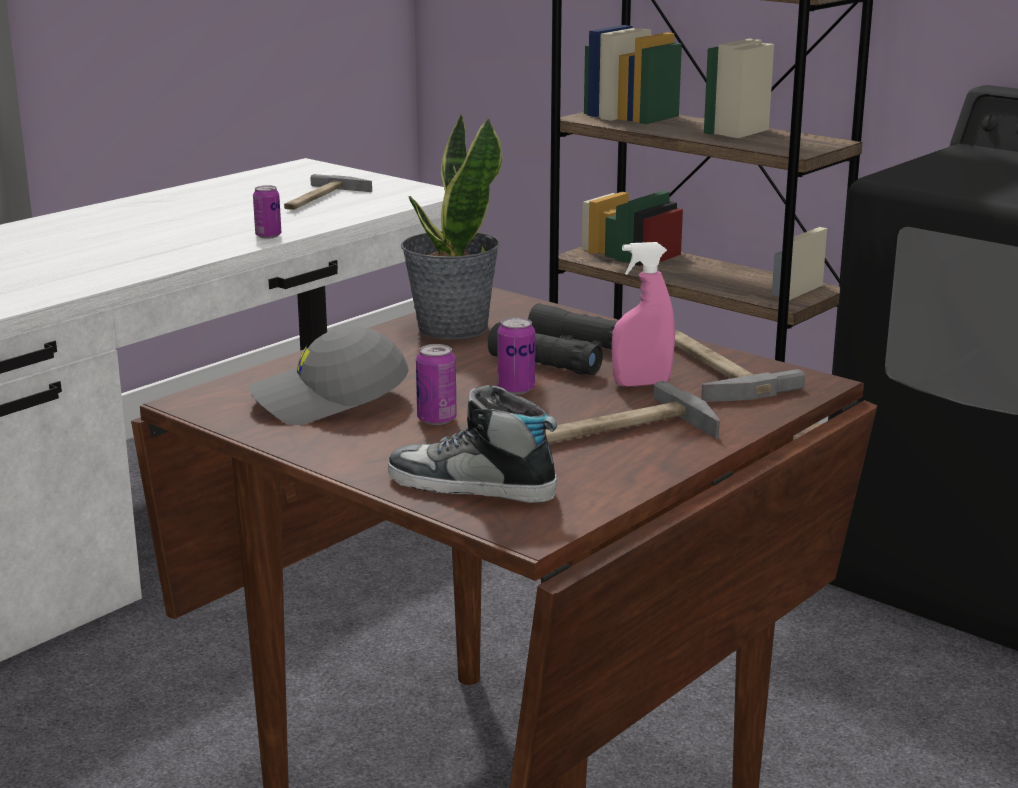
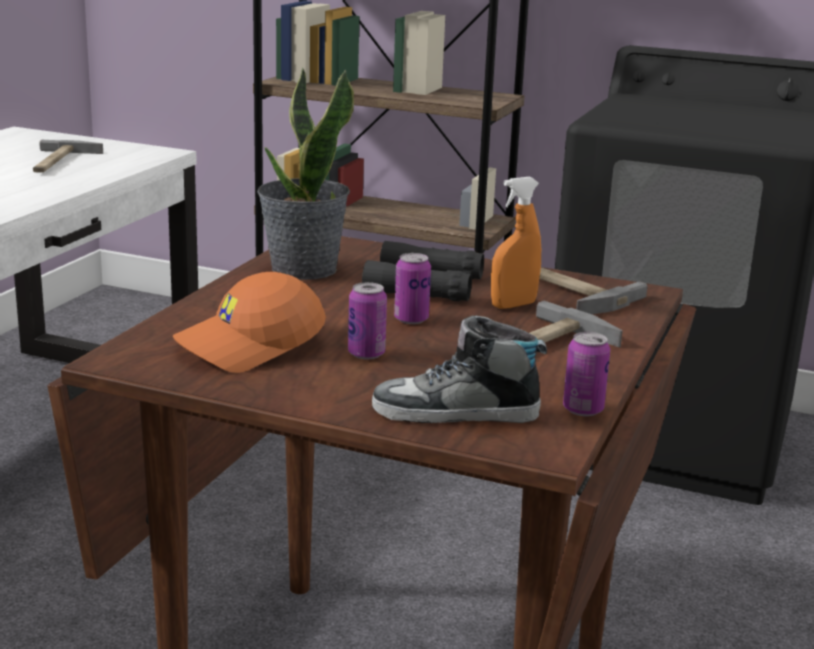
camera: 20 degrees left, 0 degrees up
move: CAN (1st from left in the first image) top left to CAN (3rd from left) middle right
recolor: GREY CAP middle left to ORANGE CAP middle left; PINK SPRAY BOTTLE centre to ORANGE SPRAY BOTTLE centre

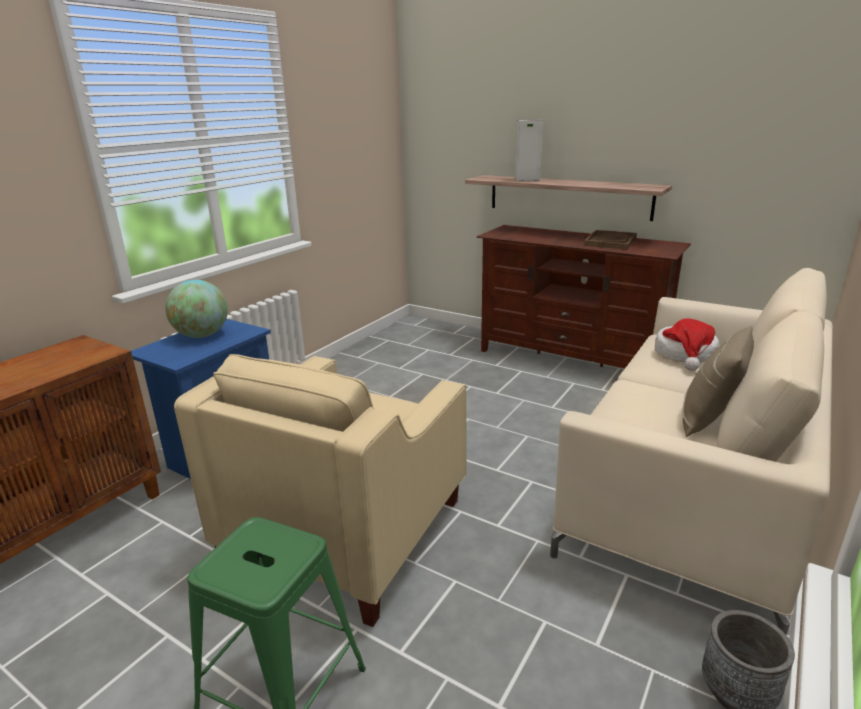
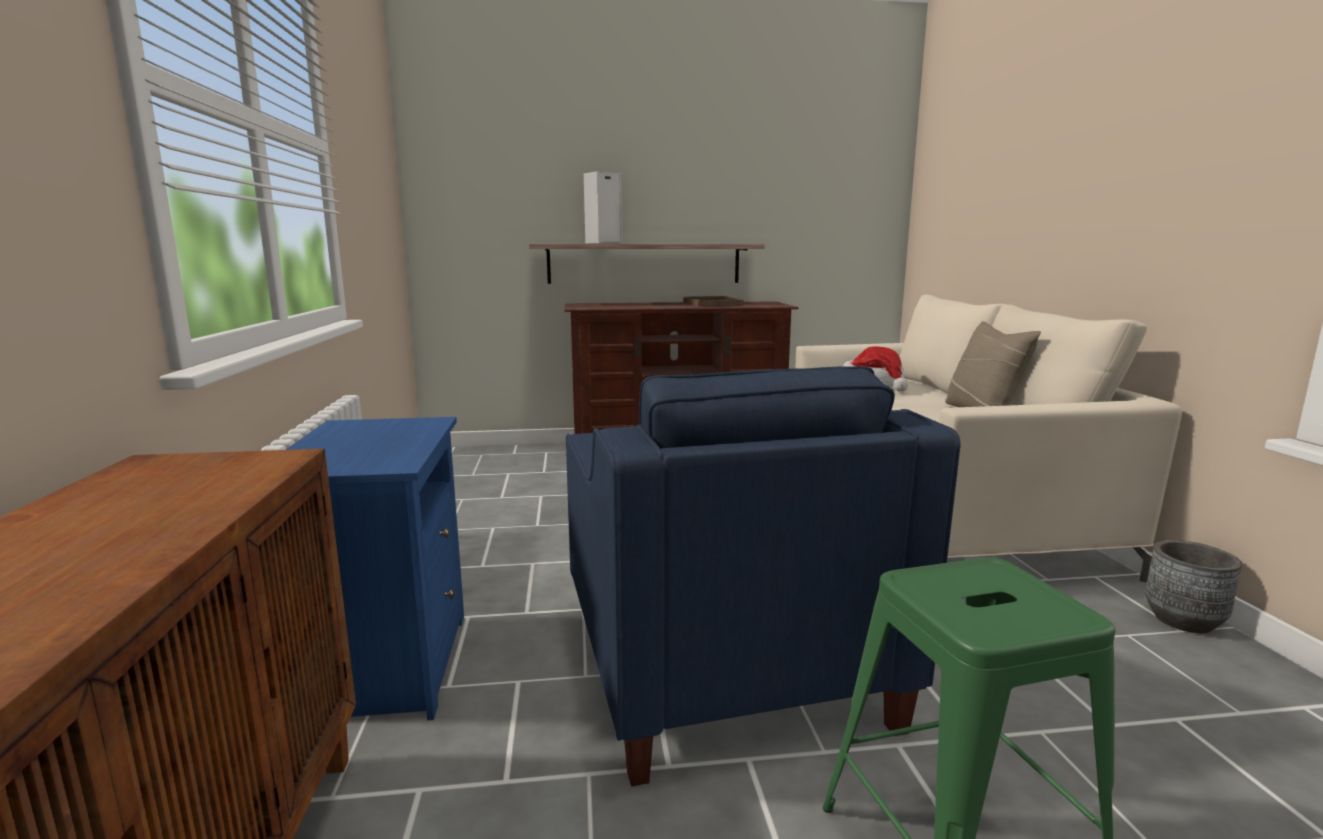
camera: 40 degrees left, 10 degrees down
delete: GLOBE middle left
recolor: BEIGE ARMCHAIR bottom centre to BLUE ARMCHAIR bottom centre

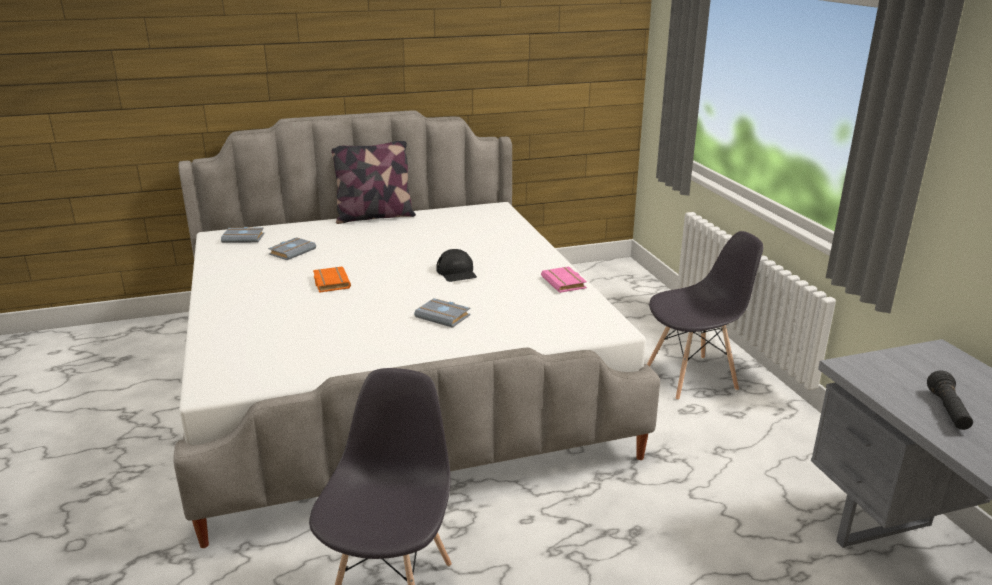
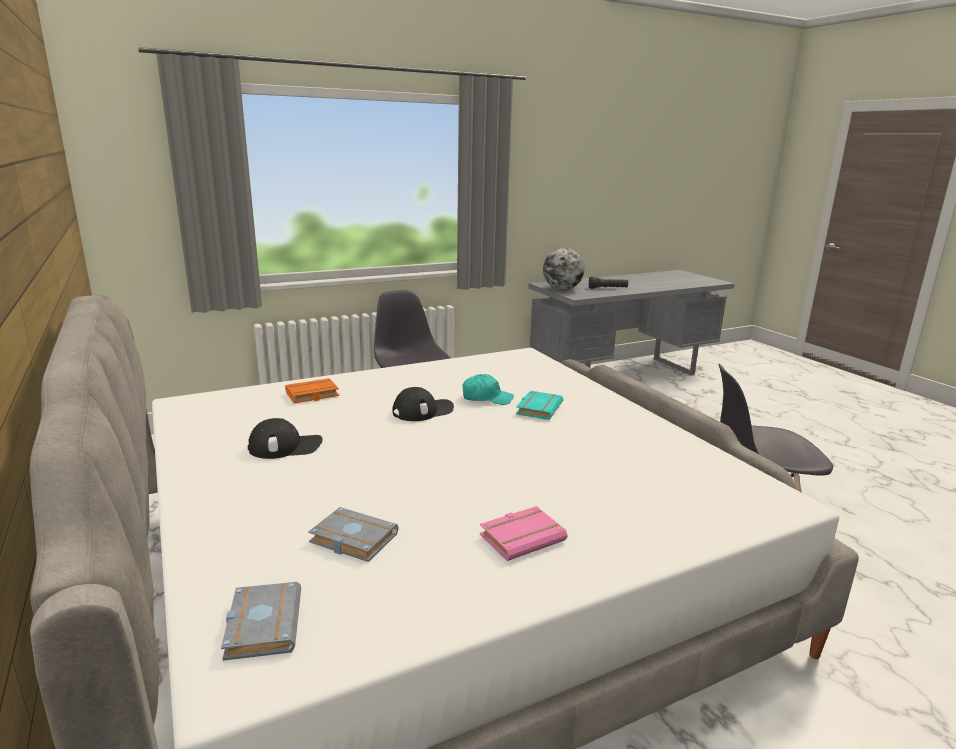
camera: 100 degrees left, 5 degrees down
delete: PILLOW top centre
insert: BLACK CAP (1st from left) middle left; TURQUOISE CAP centre; GLOBE centre
move: ORANGE BOOK centre to middle left; PINK BOOK centre to bottom centre
recolor: GREY BOOK (3rd from left) centre to TURQUOISE BOOK centre

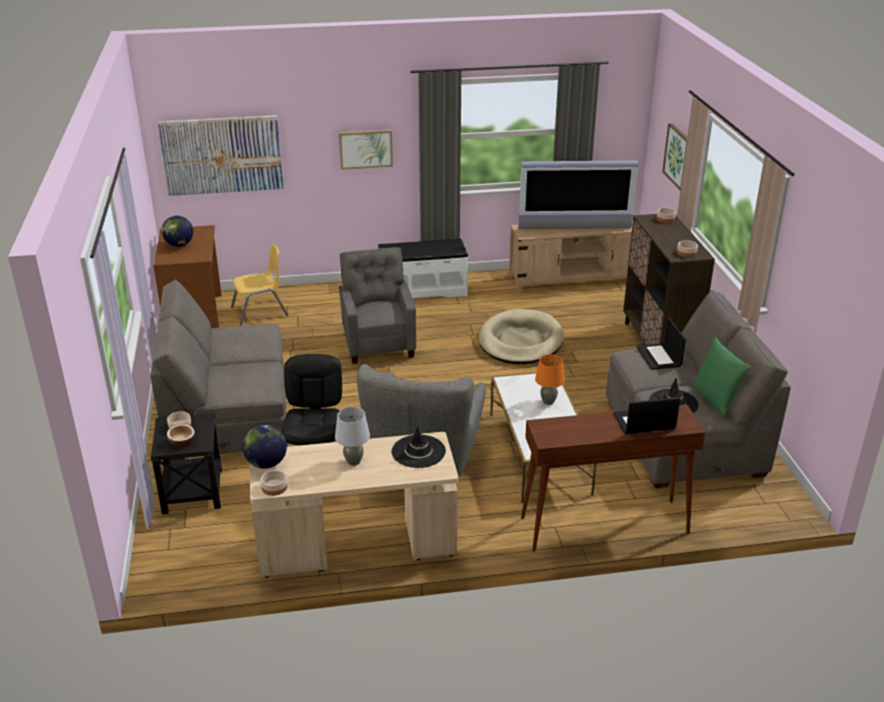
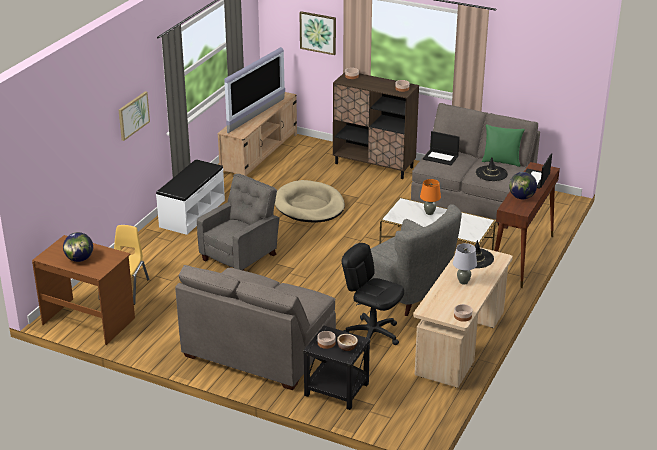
camera: 55 degrees left, 0 degrees up
delete: PICTURE (1st from left) top left
move: GLOBE (2nd from left) middle left to middle right
rotate: GREY ARMCHAIR (1st from left) centre = centre 105 degrees clockwise

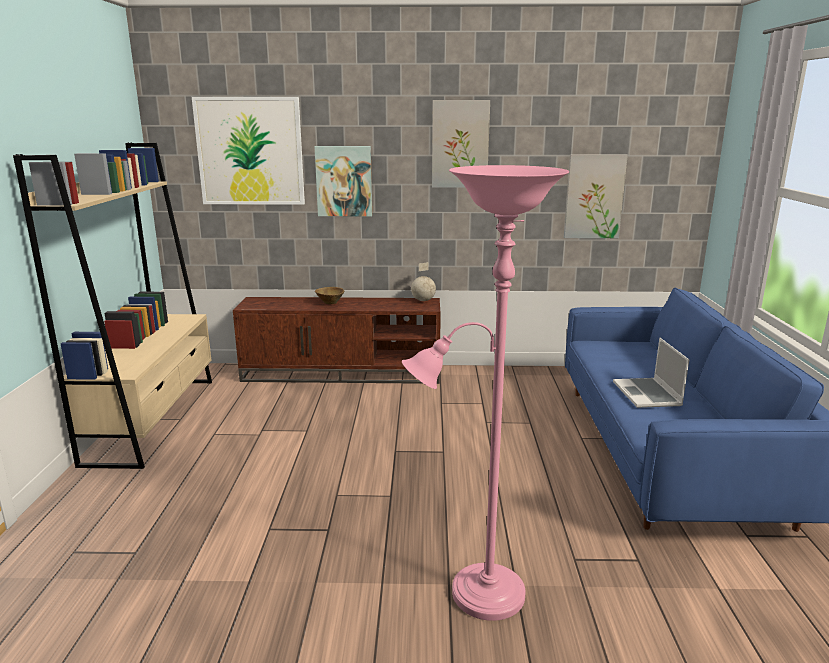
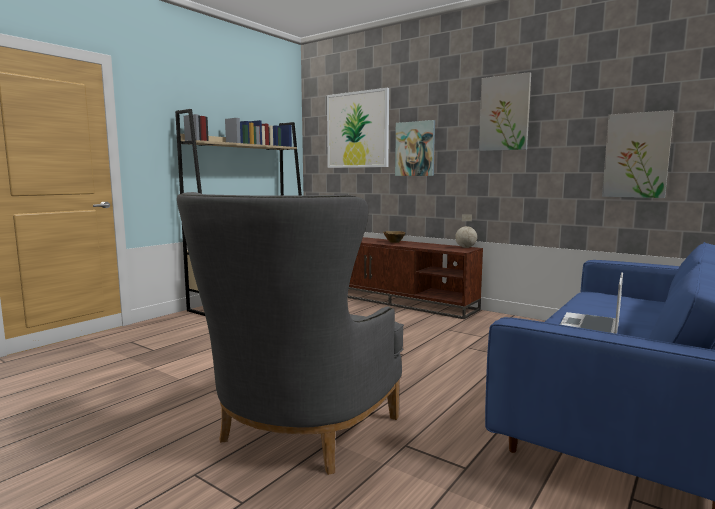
camera: 35 degrees right, 10 degrees down
replace: PINK FLOOR LAMP centre to GREY ARMCHAIR centre

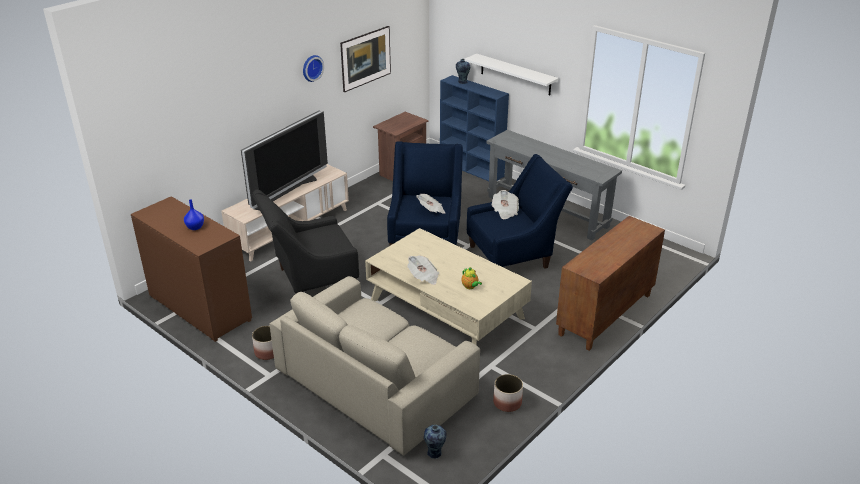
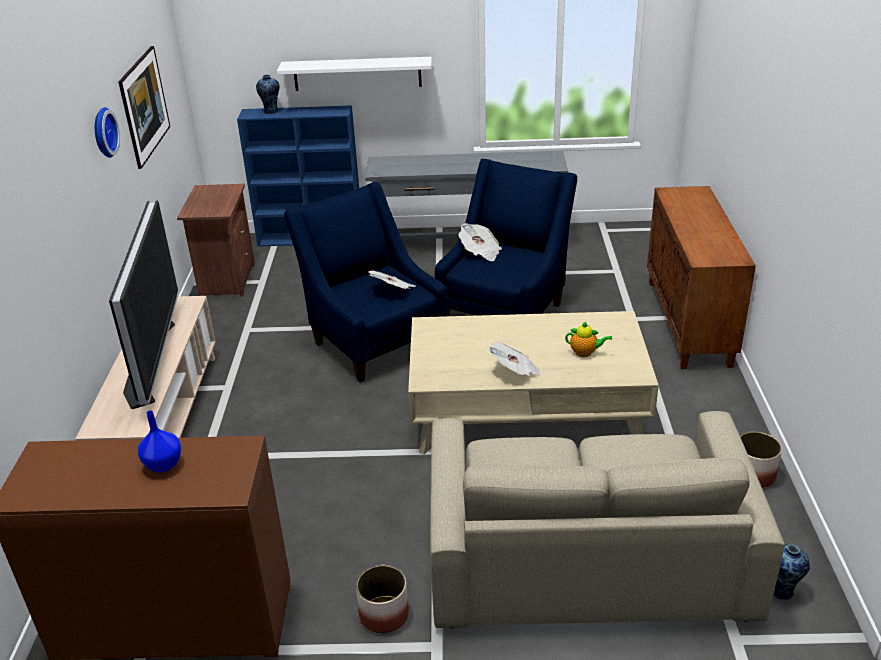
camera: 40 degrees left, 0 degrees up
delete: BLACK ARMCHAIR centre

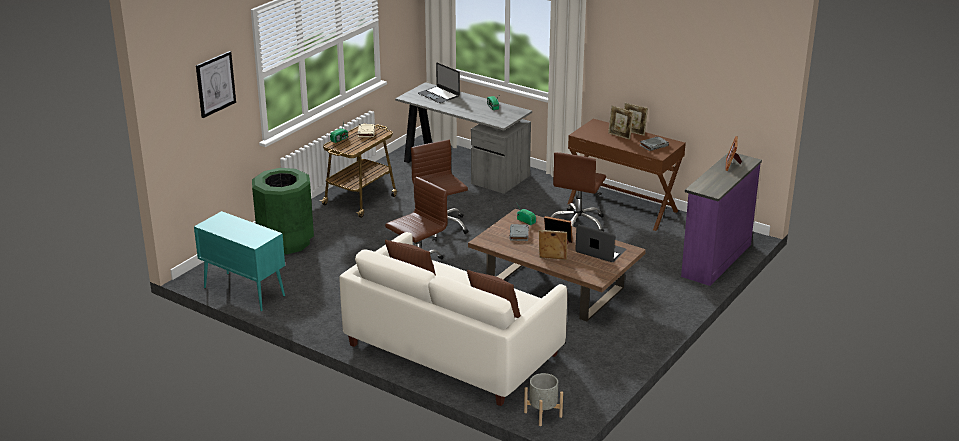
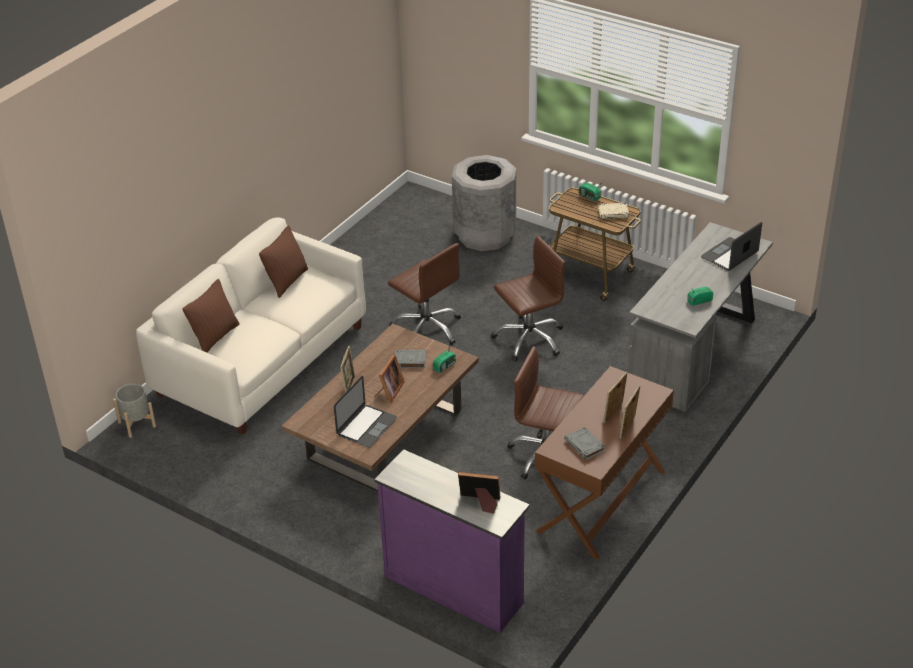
camera: 90 degrees right, 10 degrees up
delete: TURQUOISE CABINET middle left; PICTURE top left
recolor: GREEN TRASH CAN middle left to GREY TRASH CAN top centre

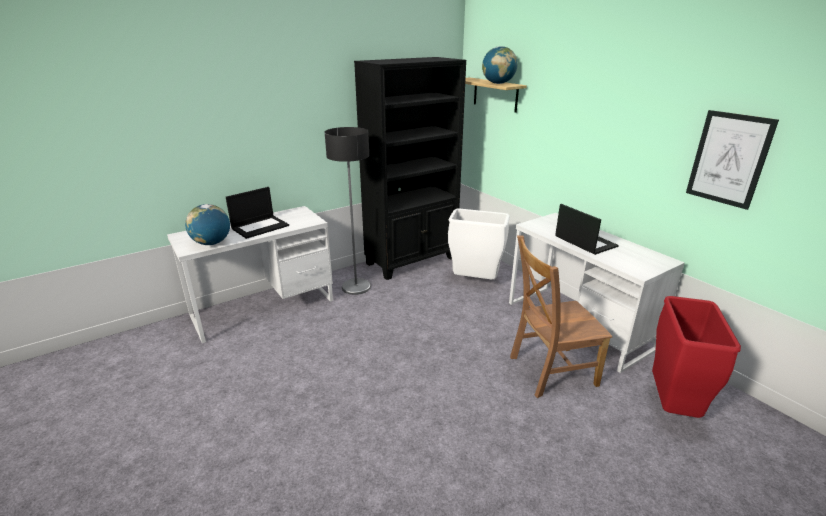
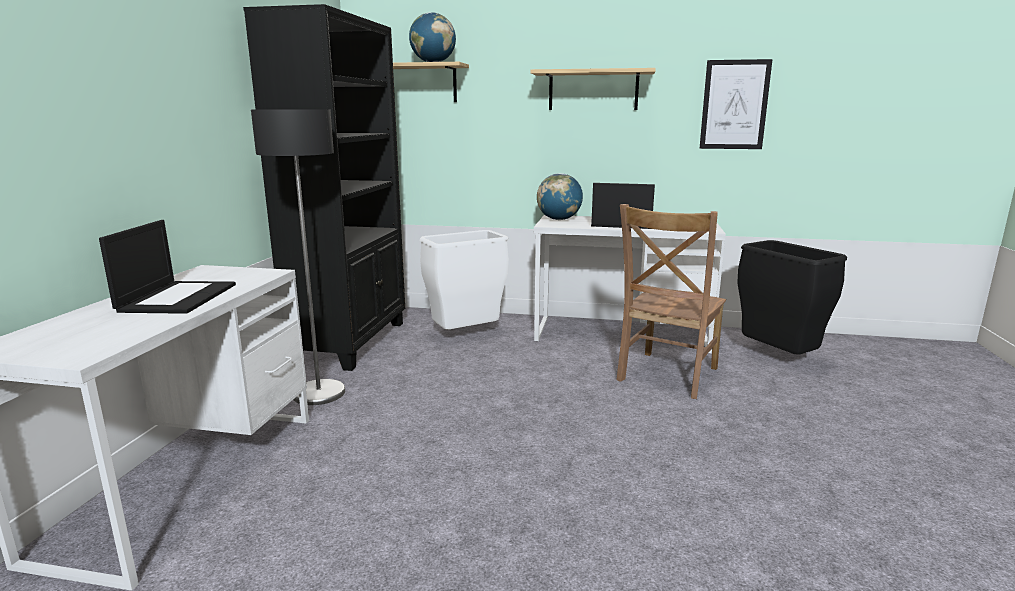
camera: 45 degrees left, 10 degrees down
insert: SHELF (2nd from left) top centre
move: GLOBE (1st from left in the first image) middle left to GLOBE (2nd from left) top centre
recolor: RED TRASH CAN bottom right to BLACK TRASH CAN middle right

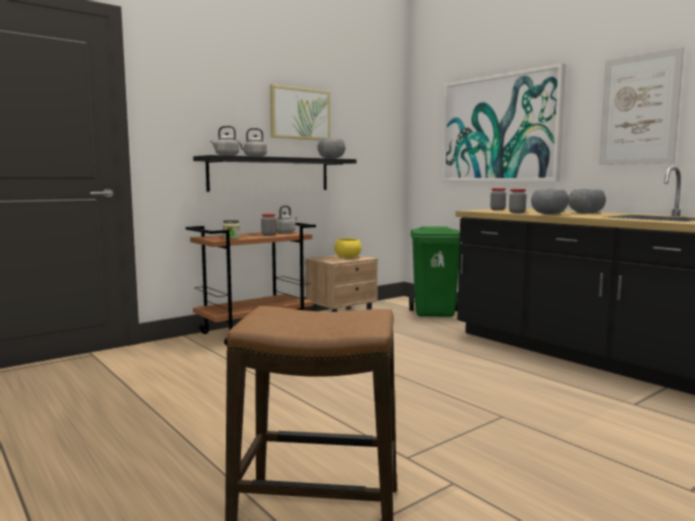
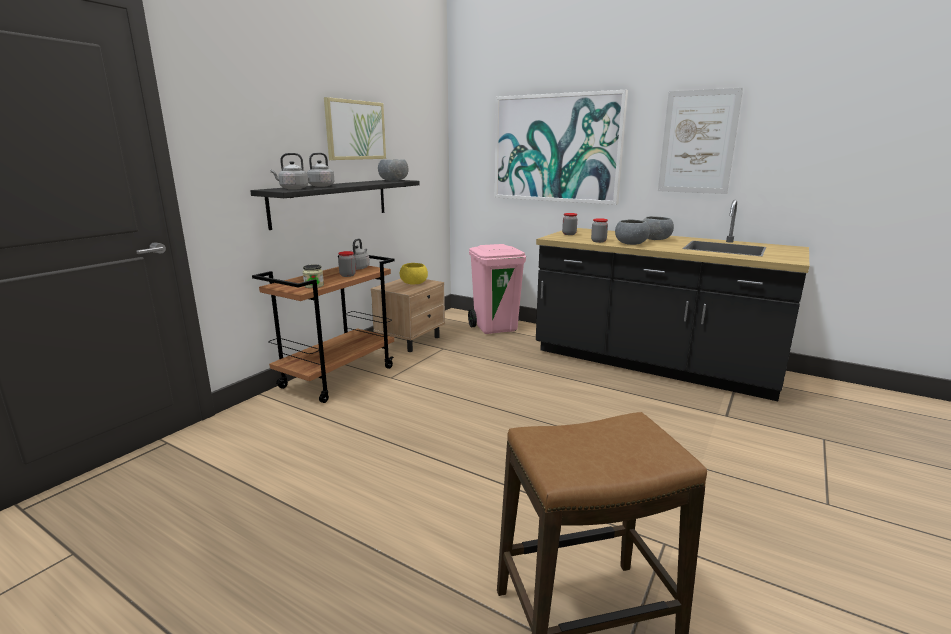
camera: 20 degrees left, 10 degrees up
recolor: GREEN TRASH CAN centre to PINK TRASH CAN centre

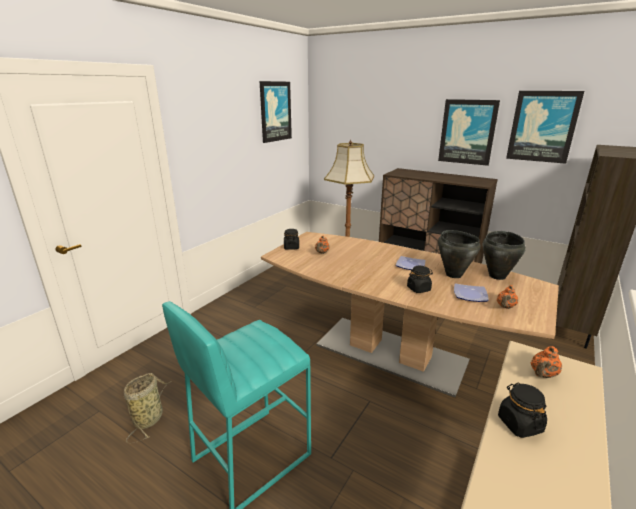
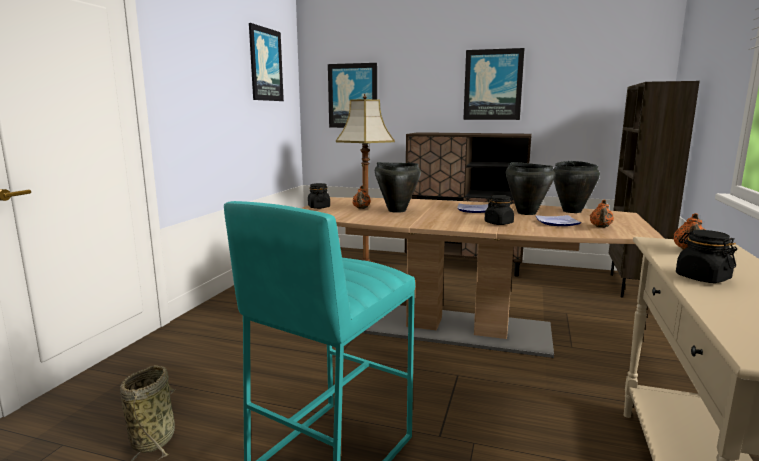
camera: 15 degrees left, 10 degrees down
insert: BLACK COOKING POT (1st from left) centre
move: PICTURE (3rd from left in the first image) top right to PICTURE (2nd from left) top centre

